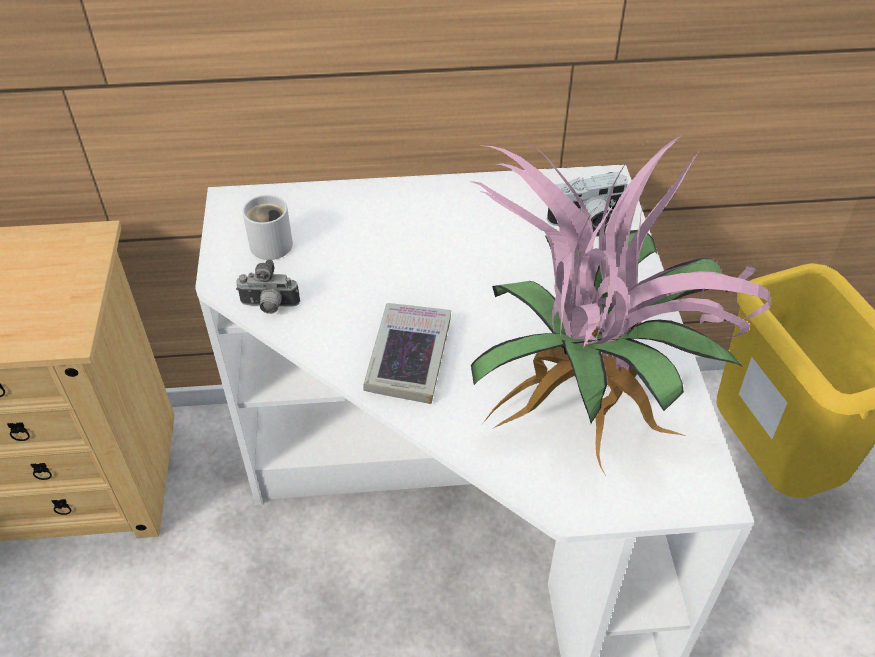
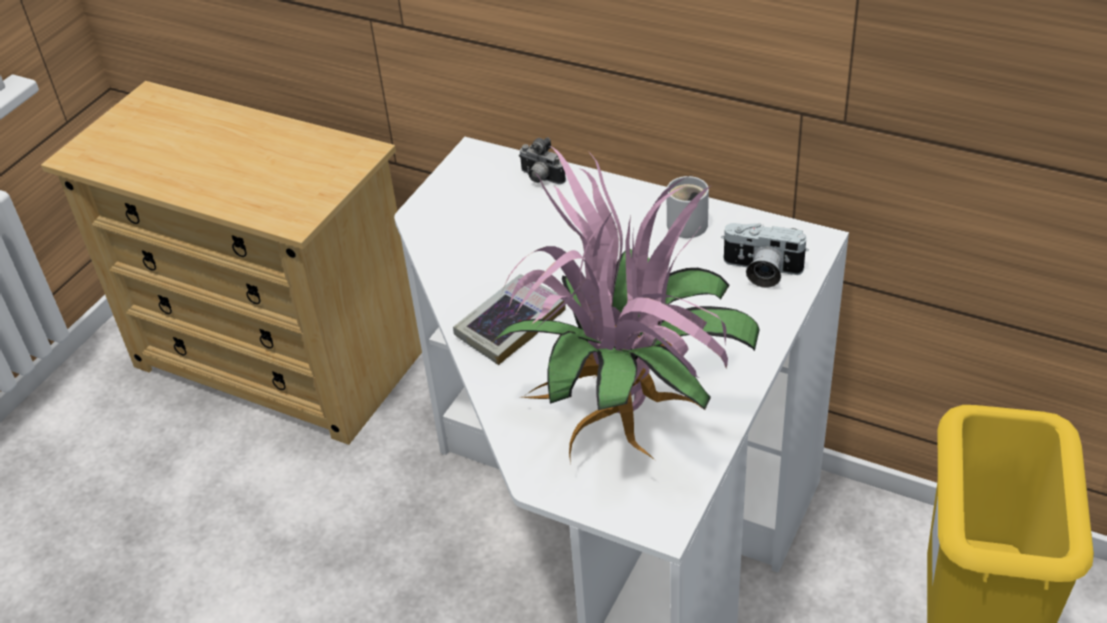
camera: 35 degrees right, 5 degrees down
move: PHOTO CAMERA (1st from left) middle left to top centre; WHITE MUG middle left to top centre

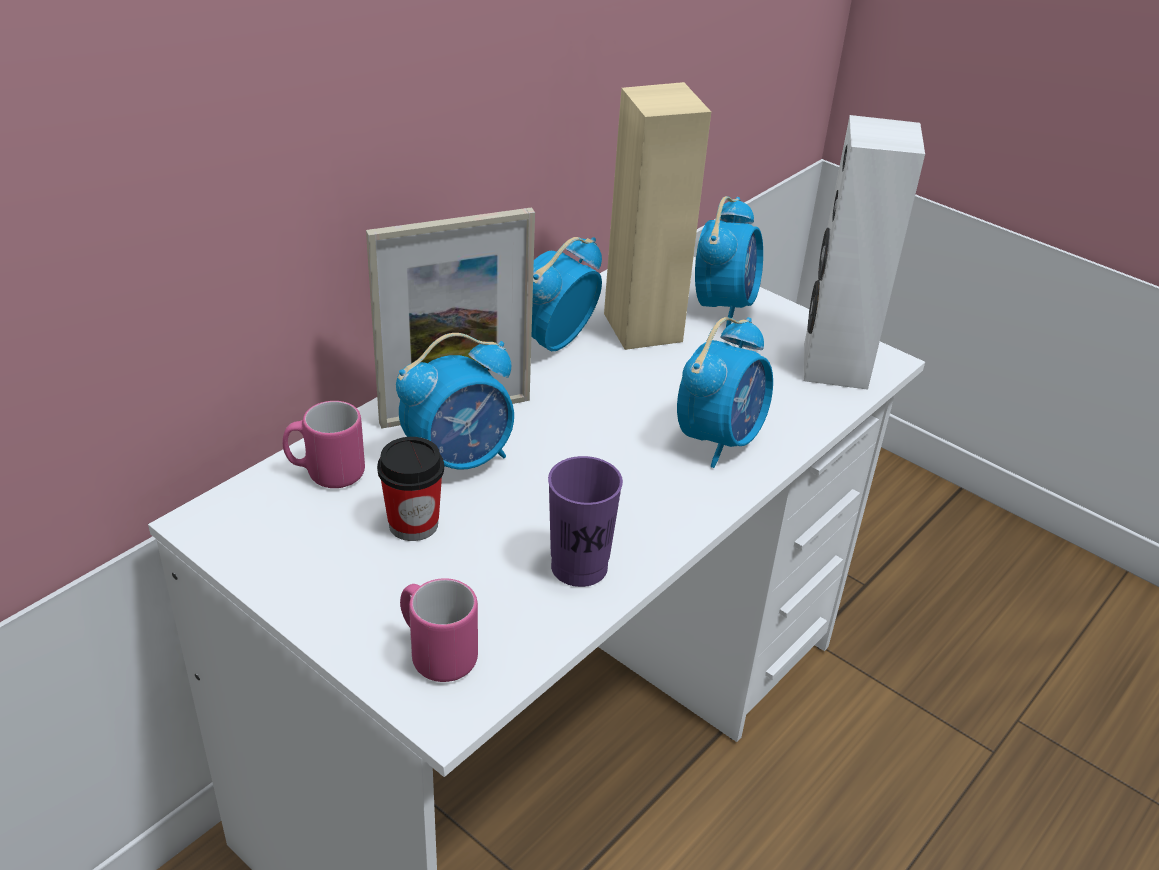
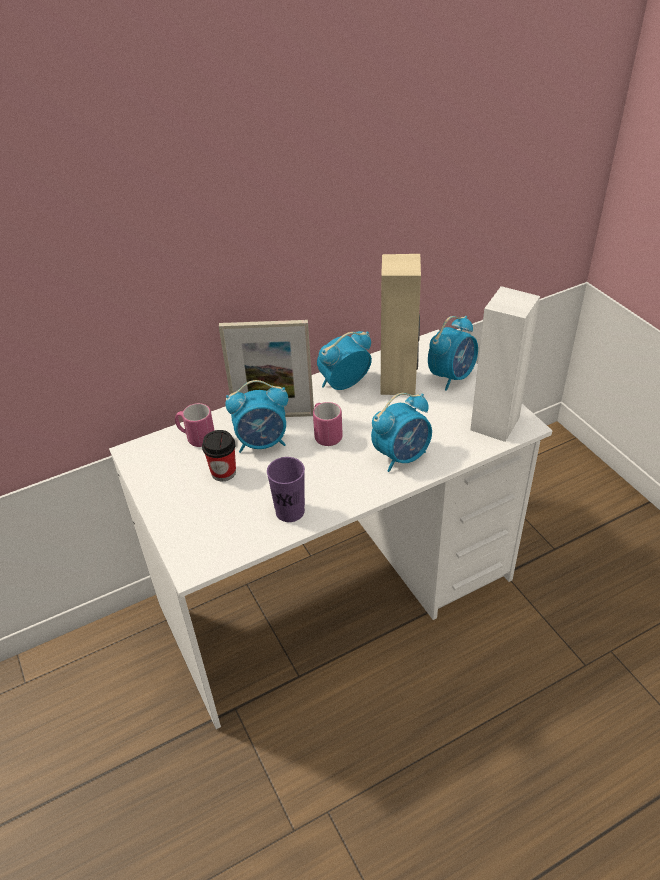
camera: 25 degrees right, 5 degrees up
move: PINK MUG (2nd from left) bottom centre to centre

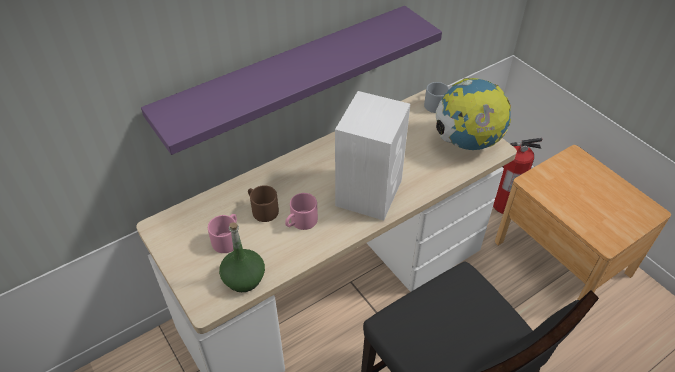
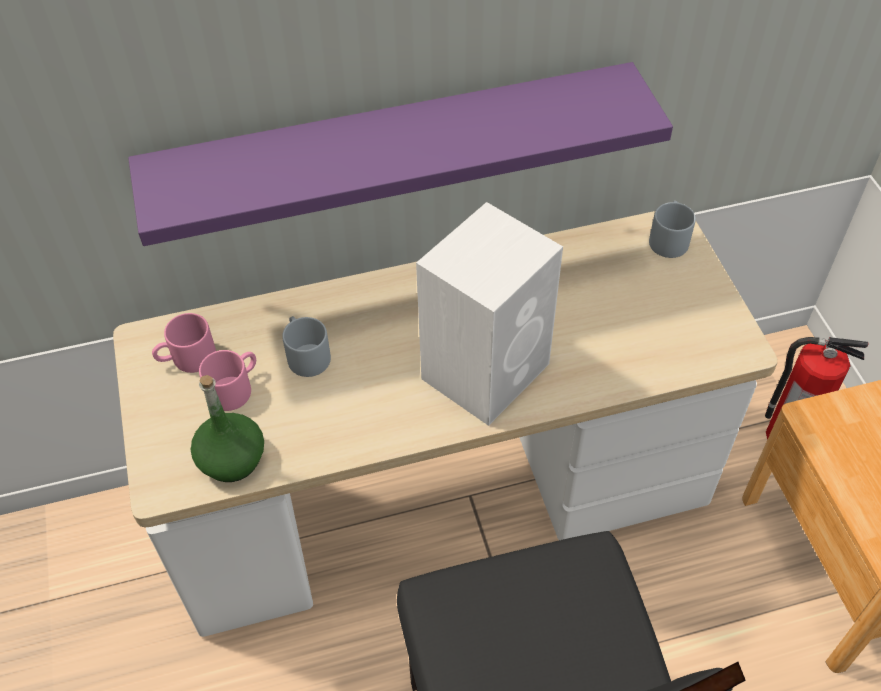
camera: 20 degrees right, 5 degrees up
delete: GLOBE top right
move: PINK MUG (2nd from left in the first image) centre to PINK MUG (1st from left) middle left
recolor: BROWN MUG centre to GREY MUG (1st from left) centre

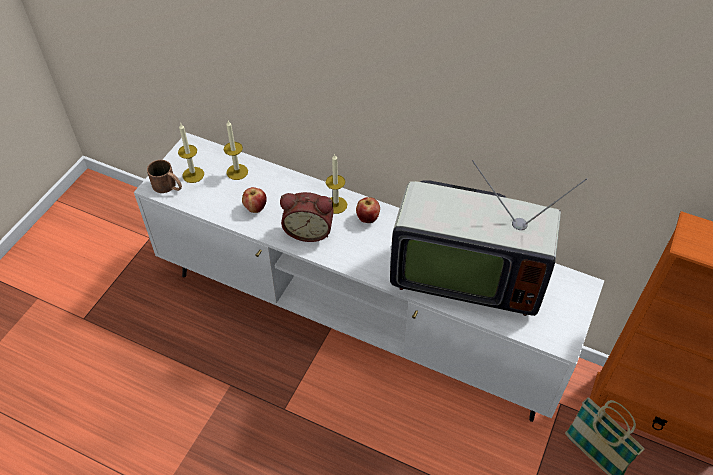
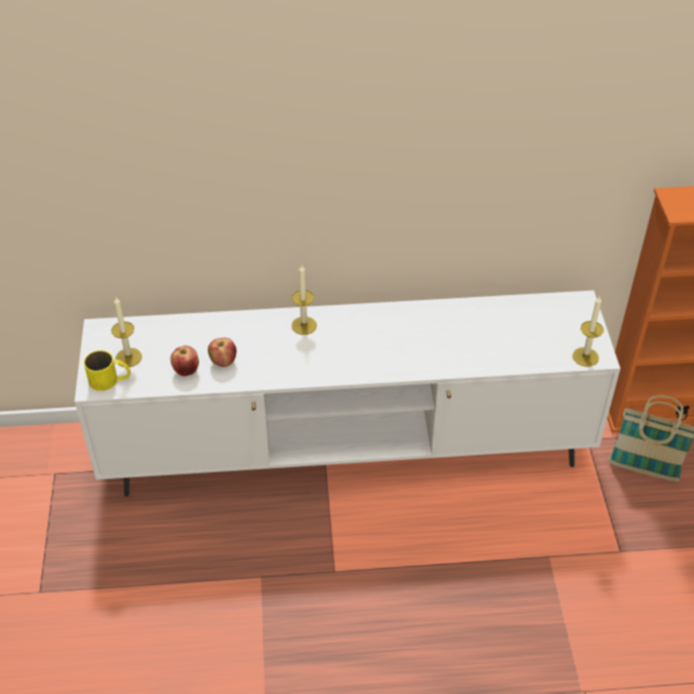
camera: 30 degrees left, 5 degrees down
delete: ALARM CLOCK centre; TELEVISION middle right
move: CANDLE (2nd from left in the first image) top left to CANDLE (3rd from left) middle right; APPLE (2nd from left in the first image) centre to APPLE (1st from left) middle left
recolor: BROWN MUG middle left to YELLOW MUG middle left

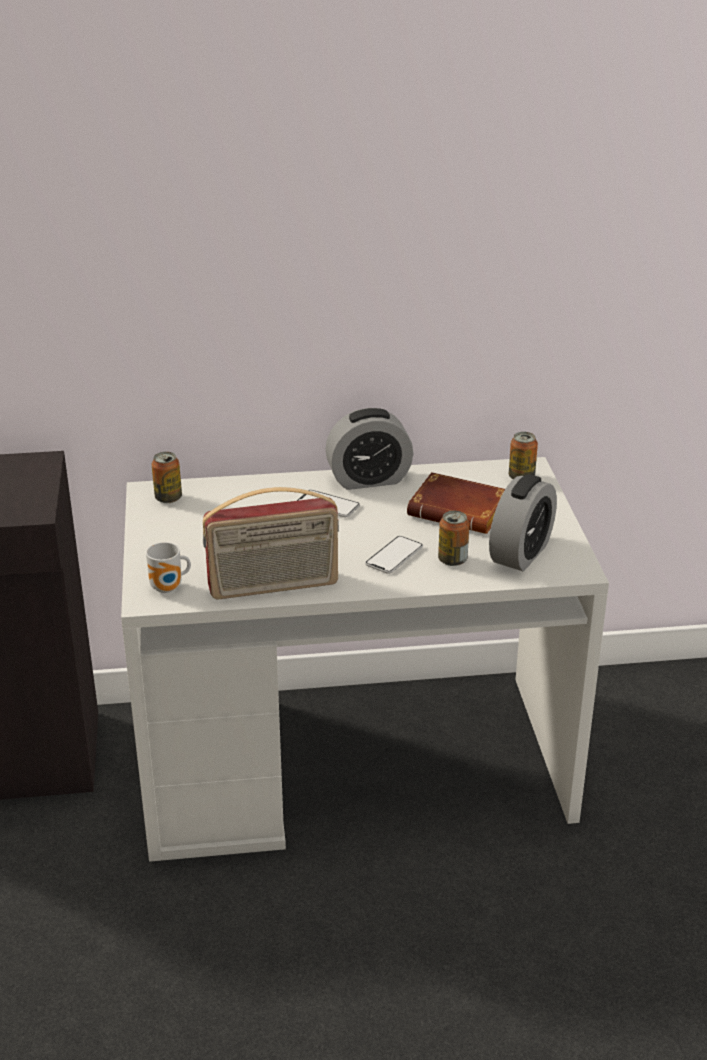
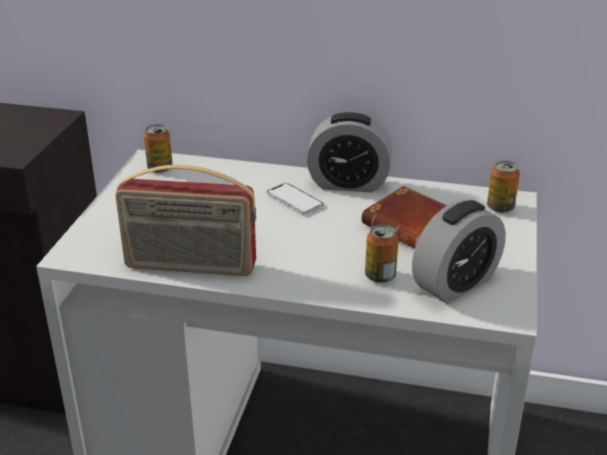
camera: 20 degrees right, 0 degrees up
delete: MUG middle left; PHONE (2nd from left) centre

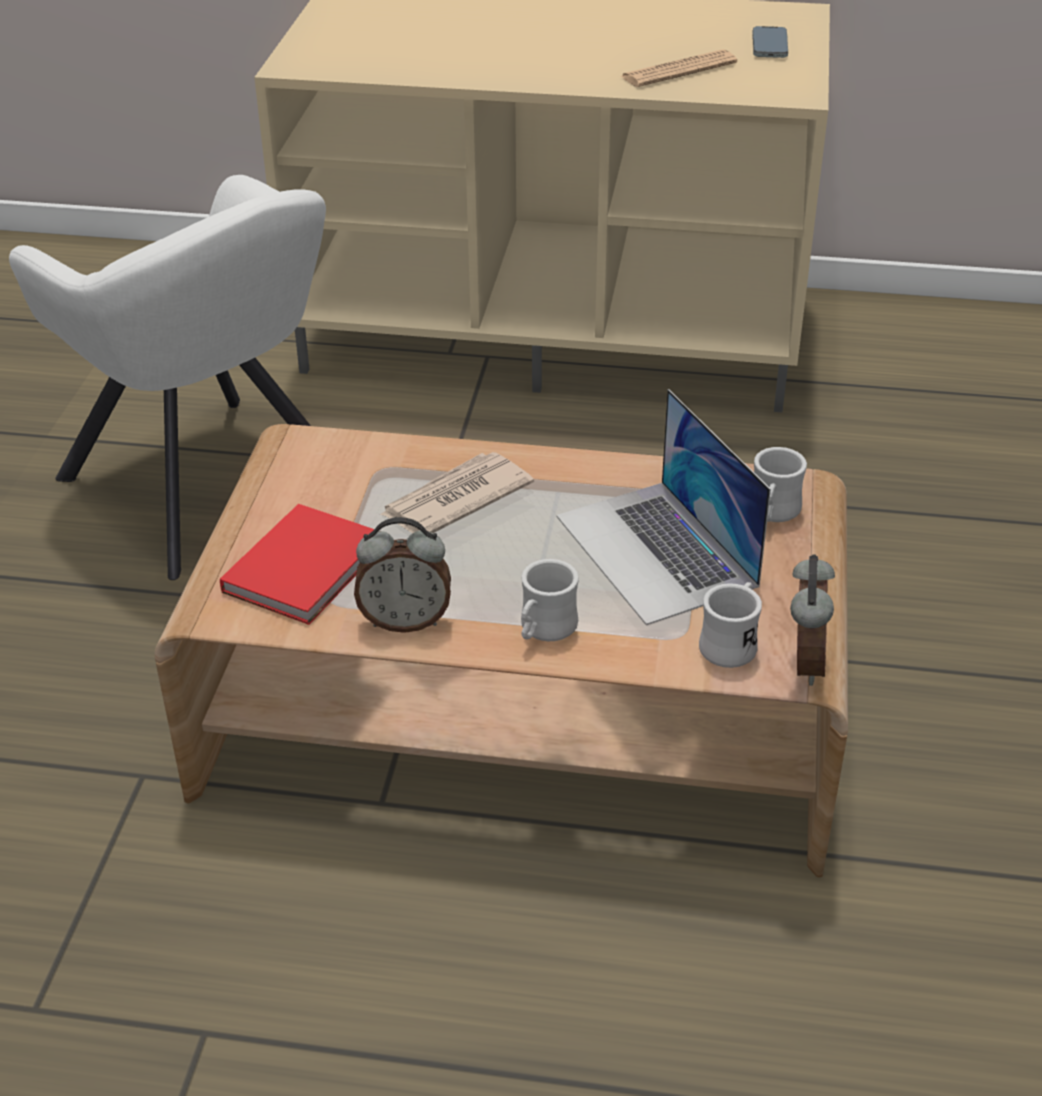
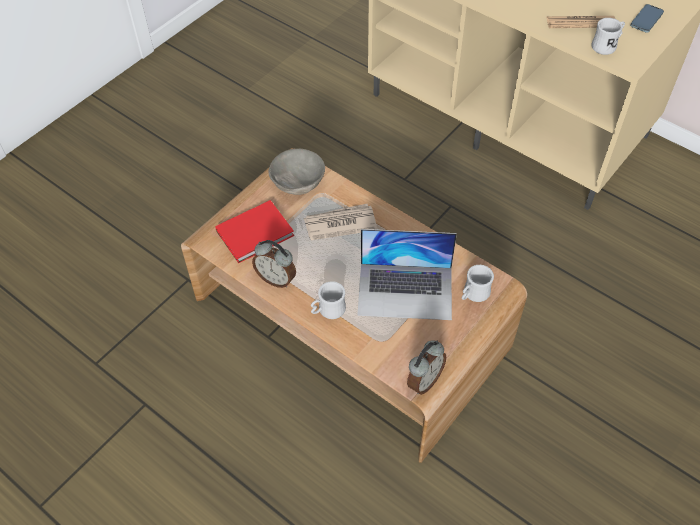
camera: 30 degrees right, 15 degrees up
delete: WHITE ARMCHAIR middle left
insert: GREY BOWL top centre
move: WHITE MUG (2nd from left in the first image) middle right to WHITE MUG (3rd from left) top right
rotate: LAPTOP centre = centre 90 degrees counterclockwise

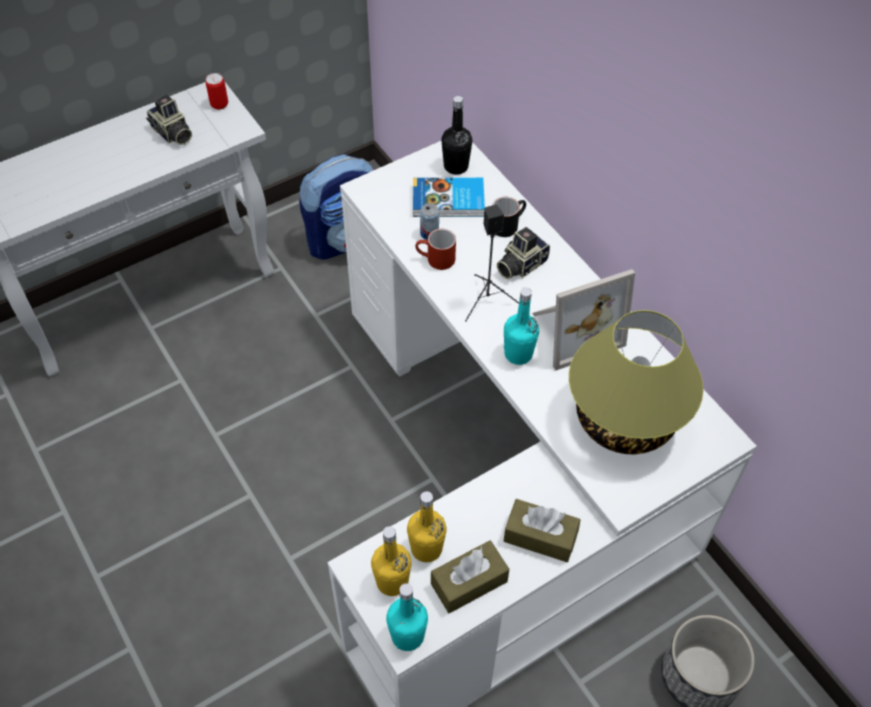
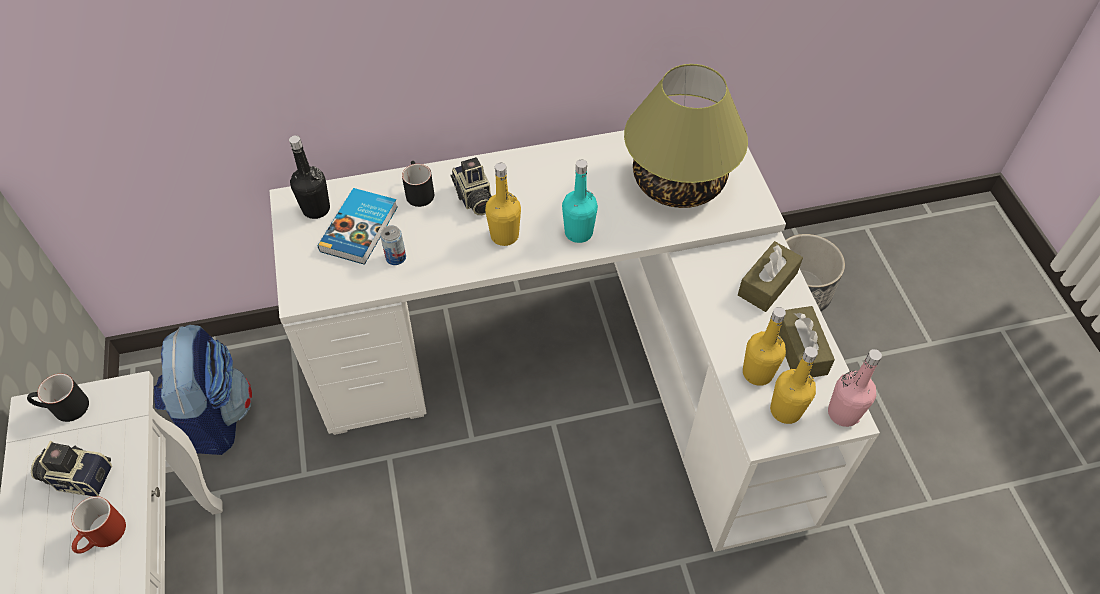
camera: 70 degrees left, 0 degrees up
delete: PICTURE FRAME middle right
move: RED MUG centre to bottom left
replace: CAN (1st from left) top left to BLACK MUG (1st from left) bottom left; BLACK SPEAKER centre to YELLOW BOTTLE (1st from left) centre
recolor: TURQUOISE BOTTLE (1st from left) bottom centre to PINK BOTTLE middle right
rotate: PHOTO CAMERA (1st from left) top left = bottom left 150 degrees counterclockwise

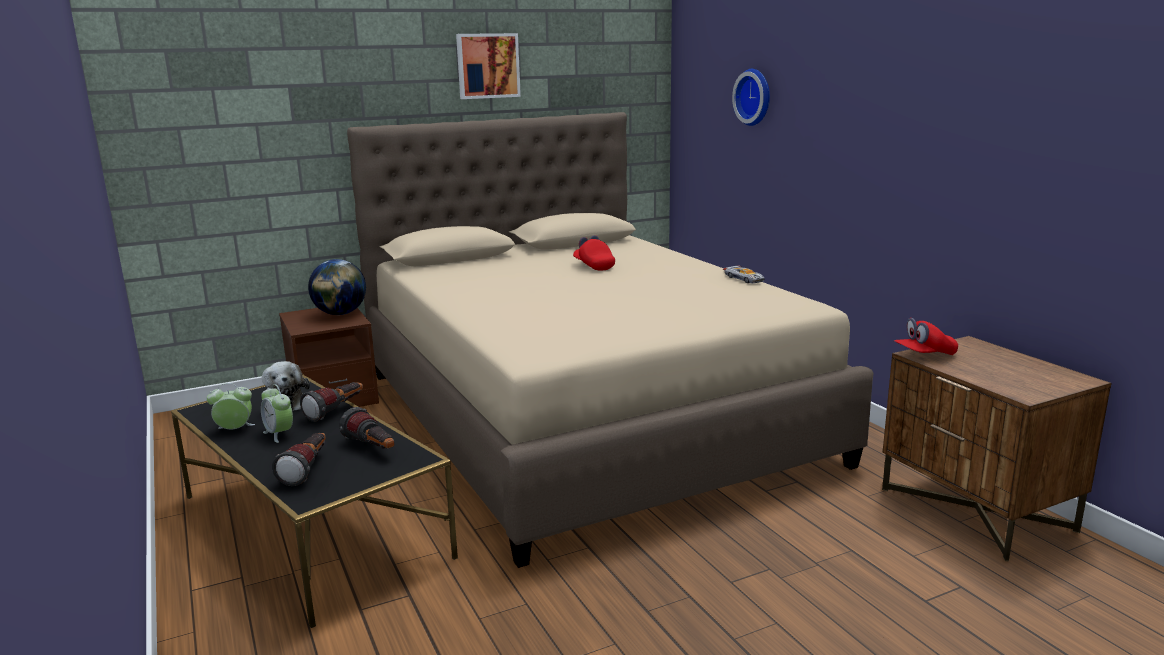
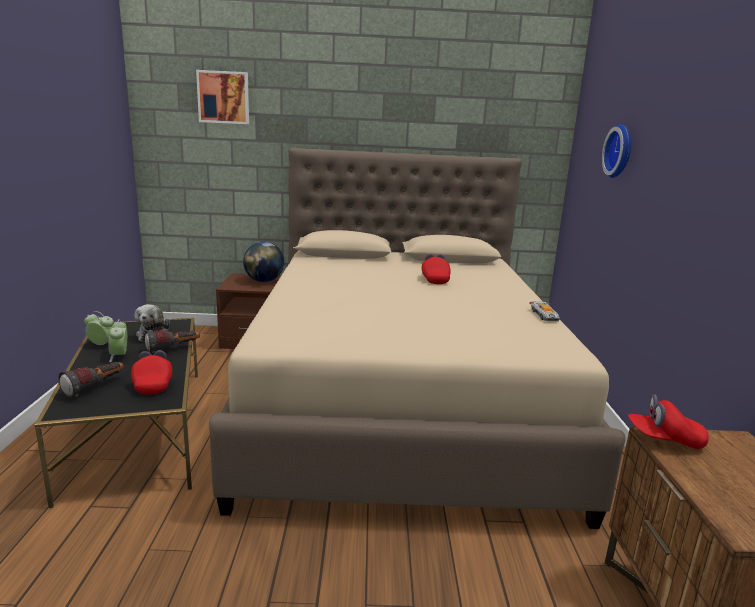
camera: 25 degrees right, 0 degrees up
move: PICTURE top centre to top left
replace: FLASHLIGHT (3rd from left) middle left to RED CAP (1st from left) middle left

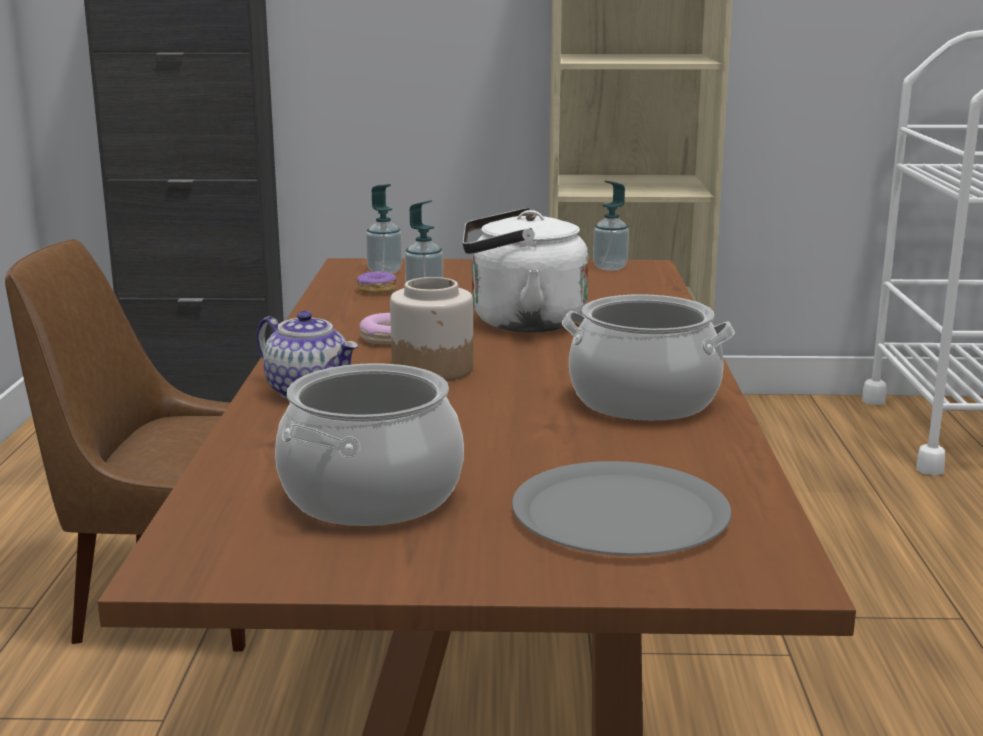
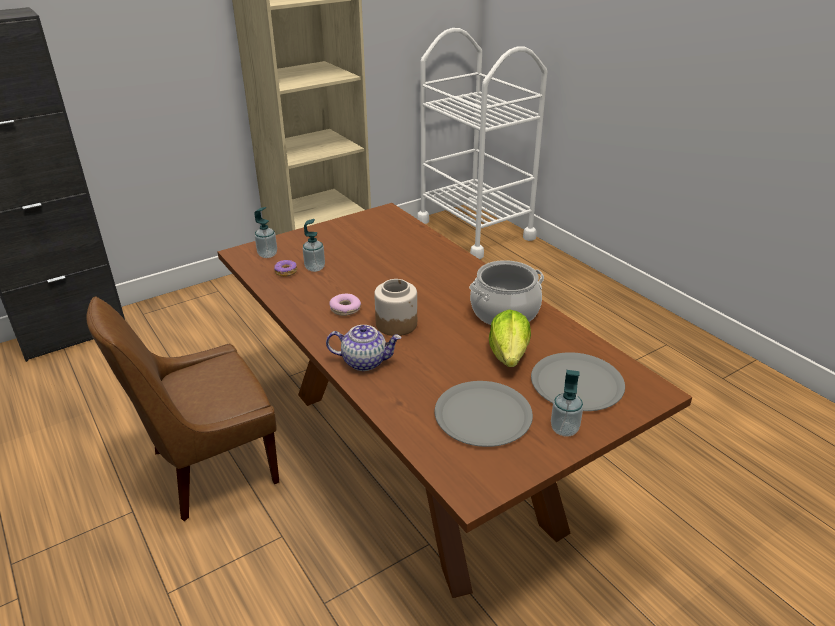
camera: 35 degrees left, 15 degrees up
delete: WHITE KETTLE centre
insert: LETTUCE centre
move: SOAP DISPENSER (3rd from left) top centre to middle right
replace: COOKING POT (1st from left) centre to GREY PLATE (1st from left) centre

